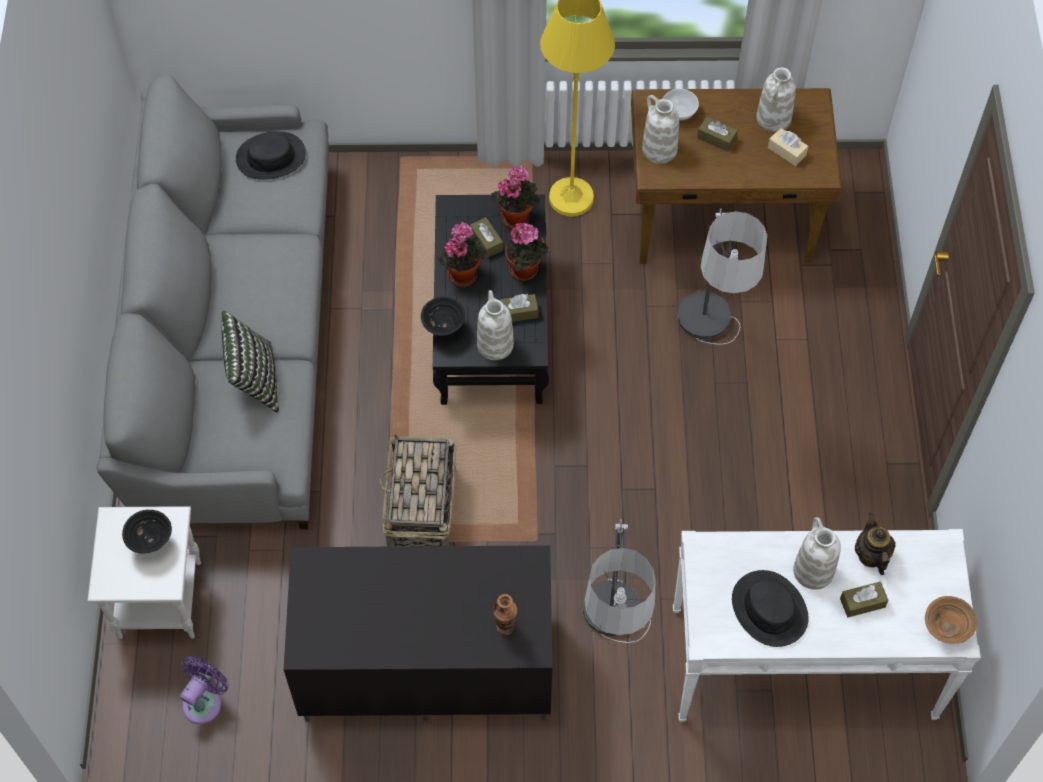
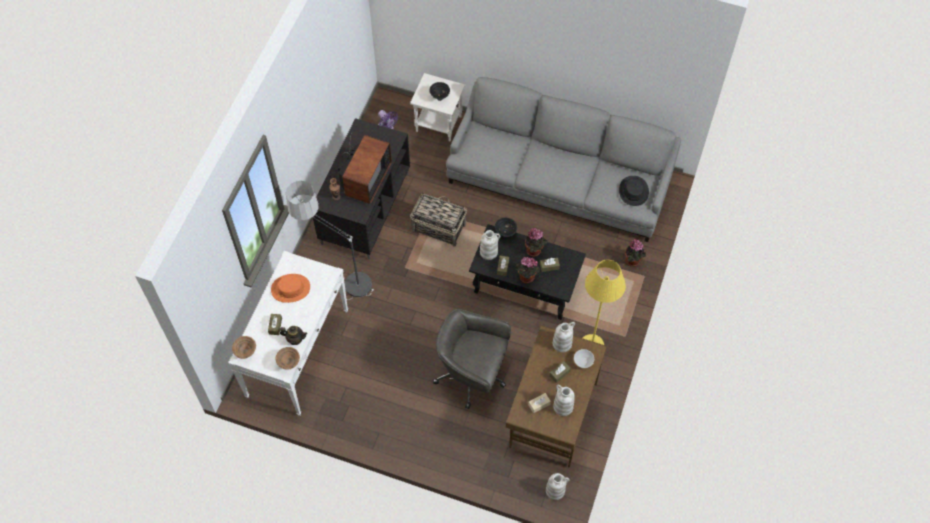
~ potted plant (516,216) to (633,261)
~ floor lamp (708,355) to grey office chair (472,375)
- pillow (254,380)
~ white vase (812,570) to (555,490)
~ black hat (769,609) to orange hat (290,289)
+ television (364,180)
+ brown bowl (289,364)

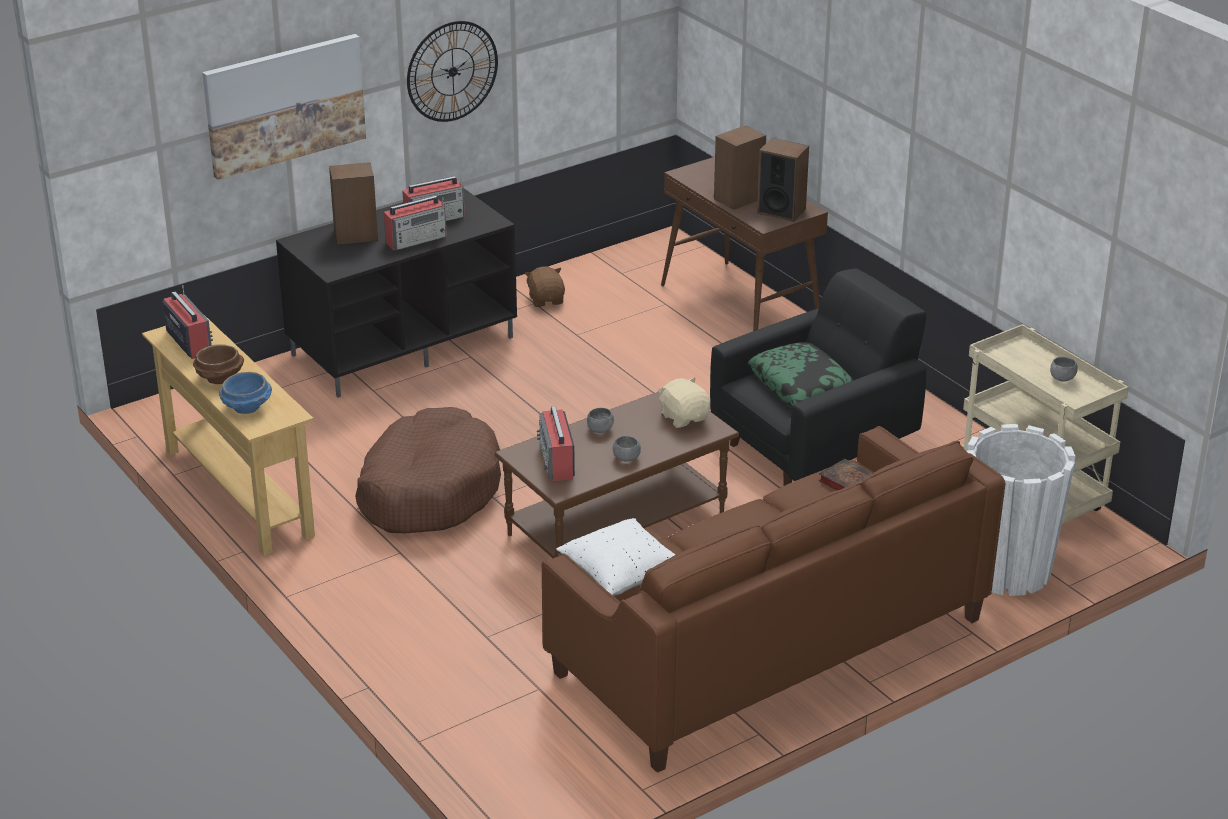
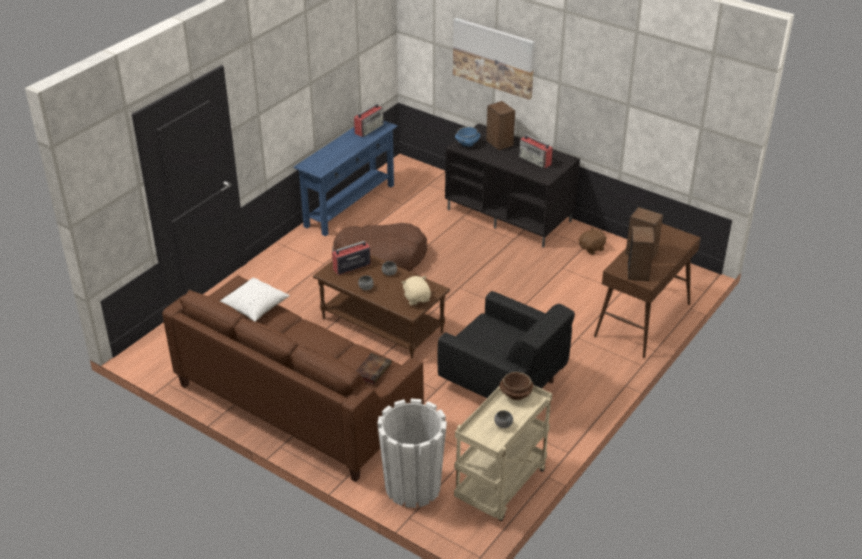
- wall clock (452,71)
- radio (417,239)
~ beige console table (237,492) to blue console table (349,205)
- pillow (802,386)
~ brown bowl (219,379) to (515,395)
~ blue bowl (247,407) to (467,144)
~ beige plush toy (684,417) = (417,298) 60 degrees counterclockwise

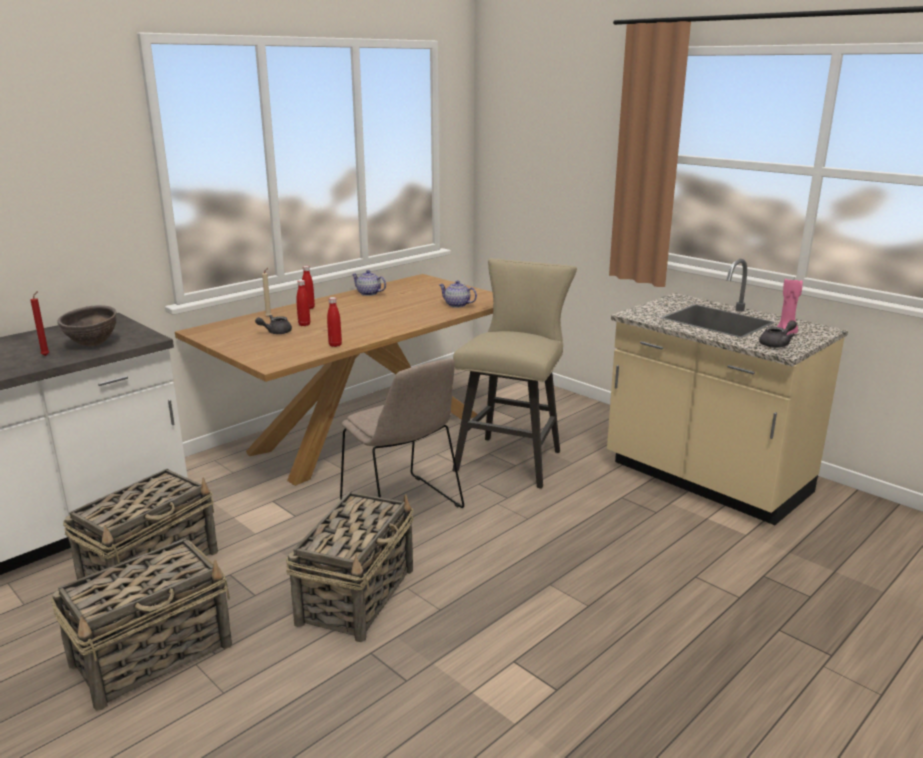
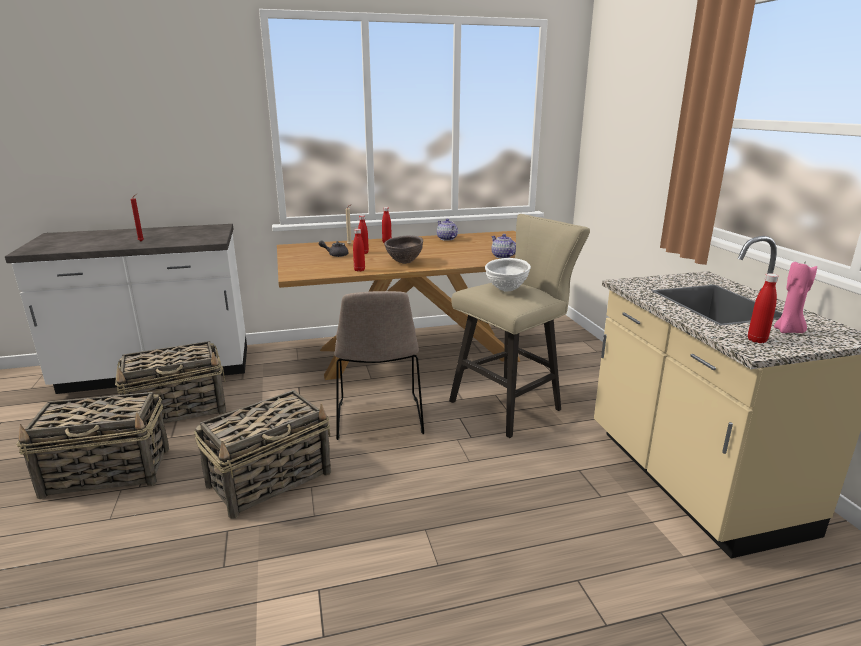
~ brown bowl (92,345) to (404,263)
~ grey teapot (777,344) to red bottle (757,340)
+ white bowl (506,290)

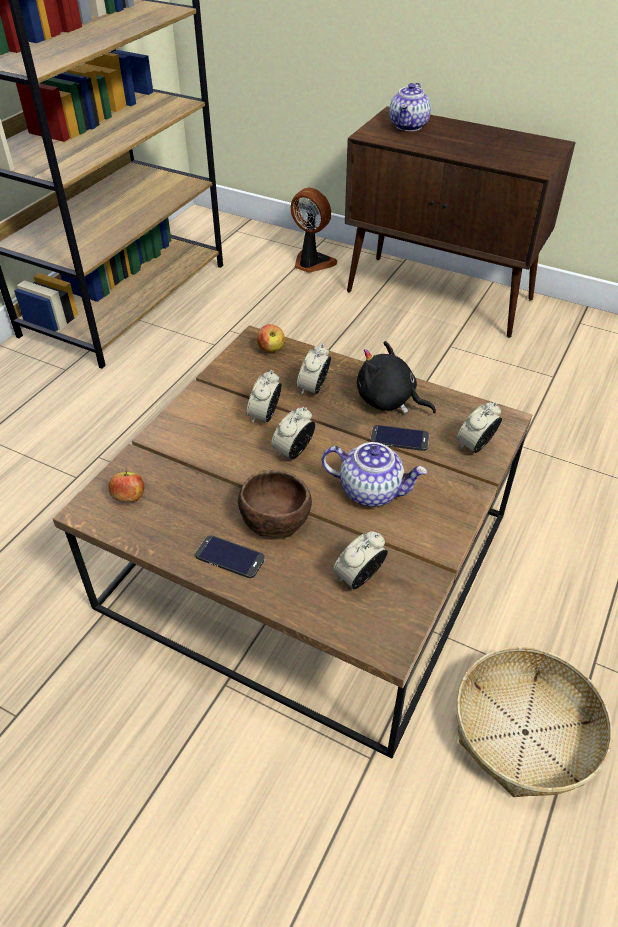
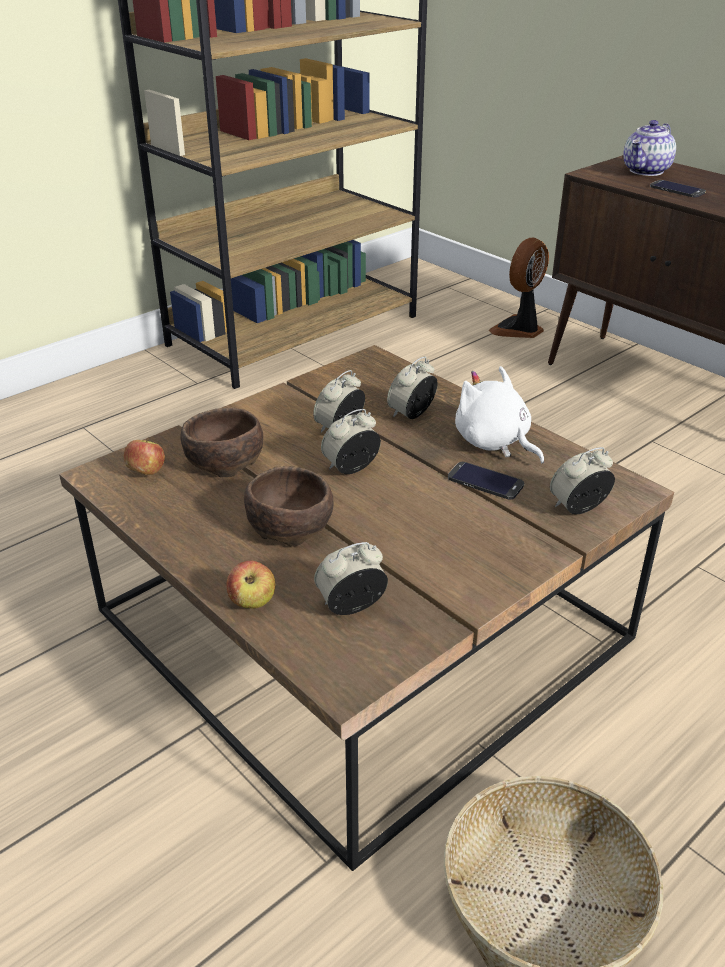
~ fan (311,263) = (519,330) 105 degrees counterclockwise
~ apple (271,349) to (252,602)
~ black plush toy (389,401) to white plush toy (494,443)
- teapot (371,491)
~ phone (230,557) to (677,189)
+ brown bowl (223,461)

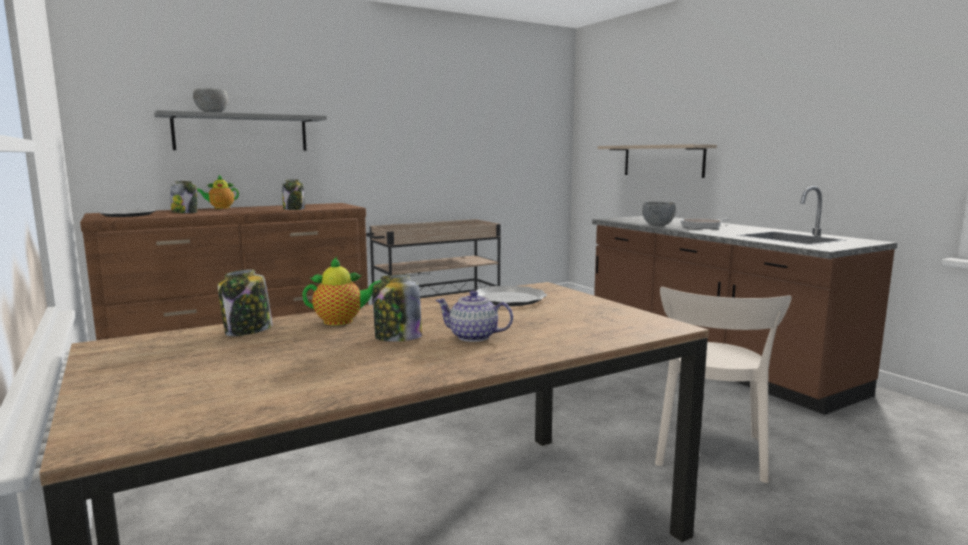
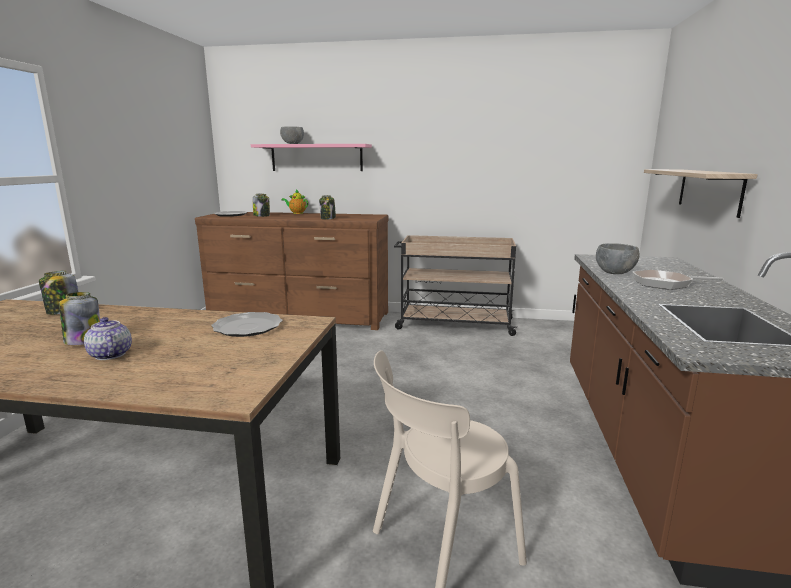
~ grey shelf (241,132) to pink shelf (316,157)
- teapot (342,321)

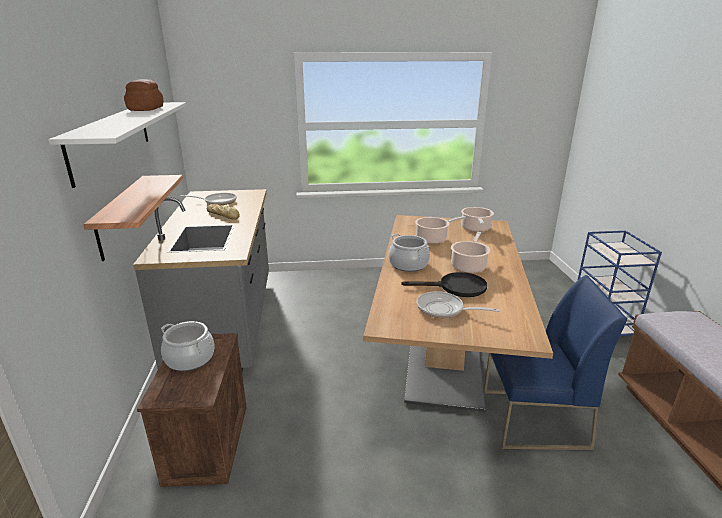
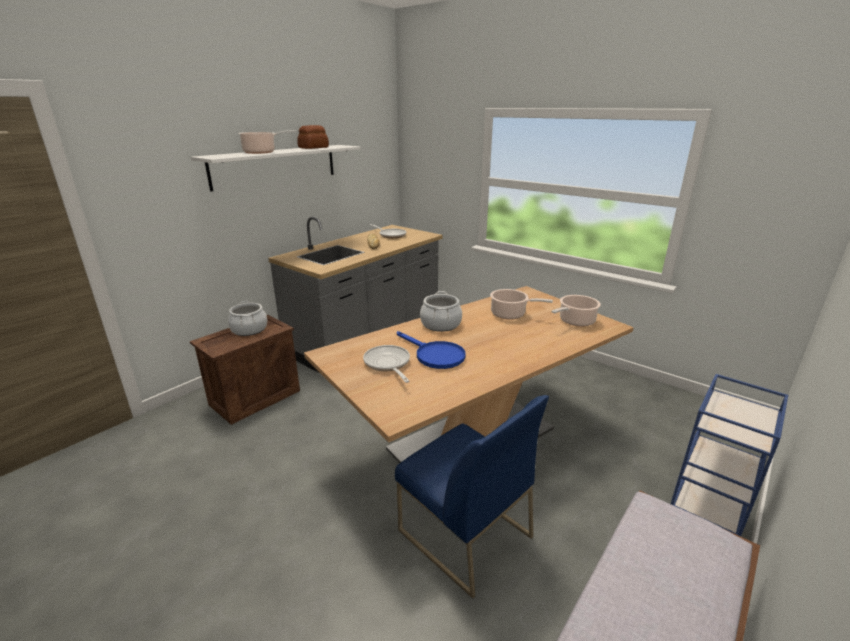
- shelf (121,216)
~ cooking pot (469,266) to (262,152)
~ black frying pan (456,288) to blue frying pan (434,355)

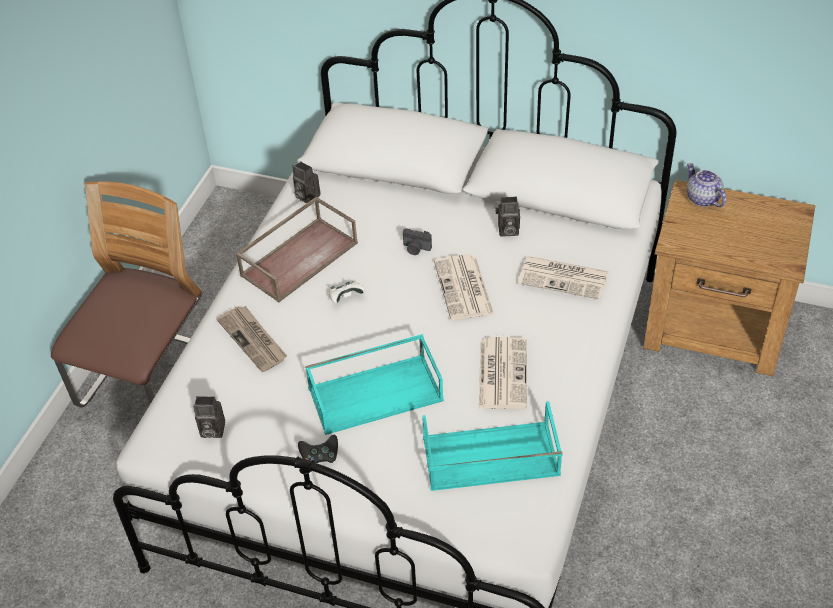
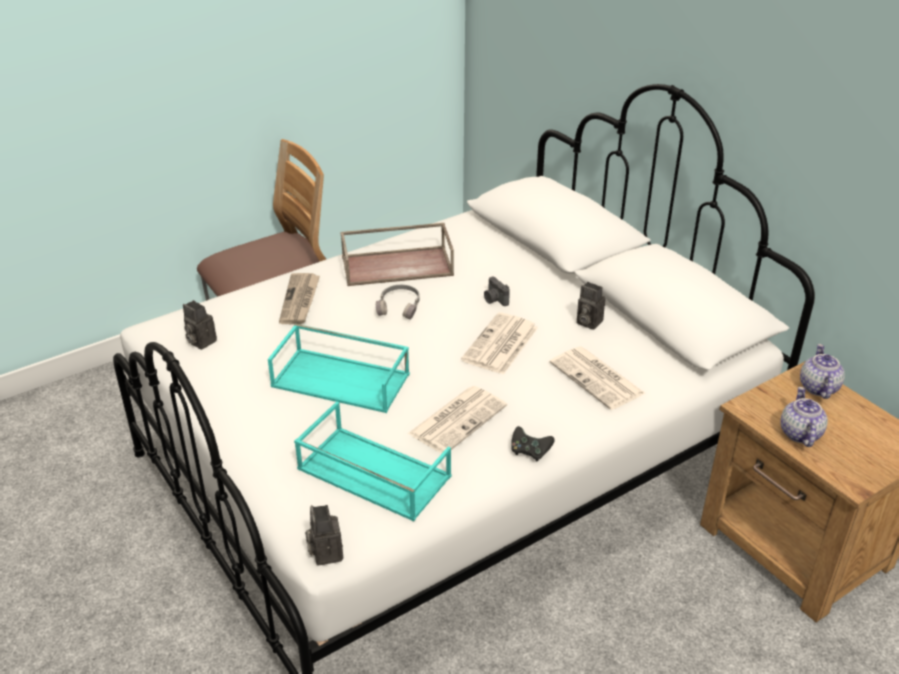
~ photo camera (306,196) to (325,552)
~ white game controller (346,298) to grey headphones (400,306)
~ black game controller (320,457) to (529,451)
+ teapot (799,433)

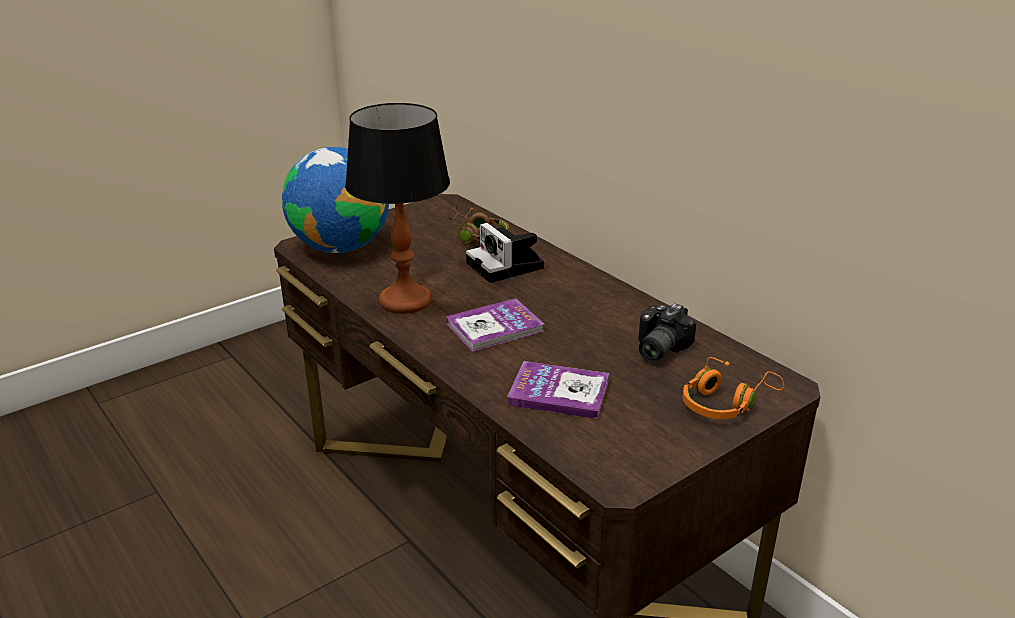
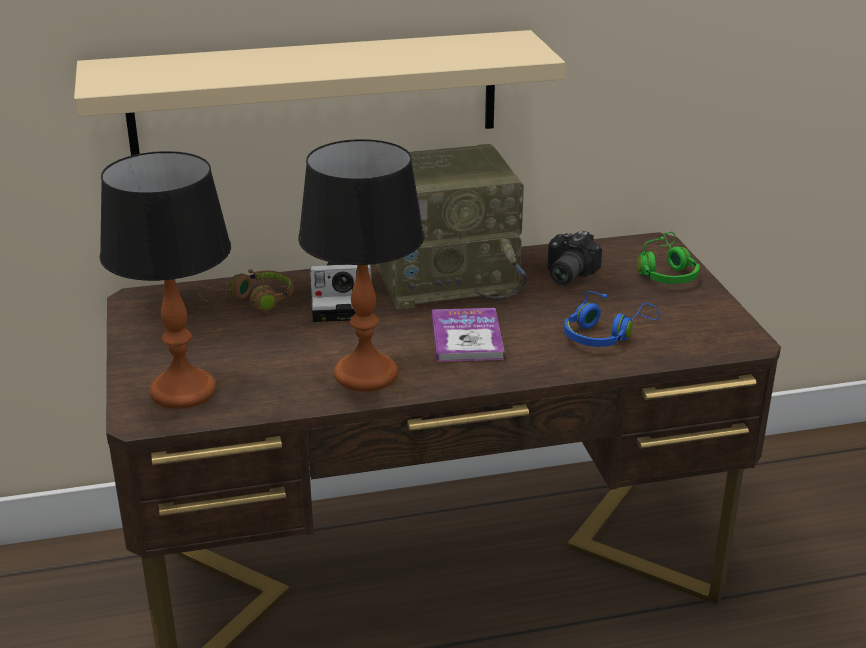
~ globe (340,247) to table lamp (182,391)
~ photo camera (656,348) = (565,274) 60 degrees clockwise
~ orange headphones (726,403) to green headphones (666,272)
~ book (558,392) to blue headphones (605,335)
+ beige shelf (315,94)
+ radio (447,278)

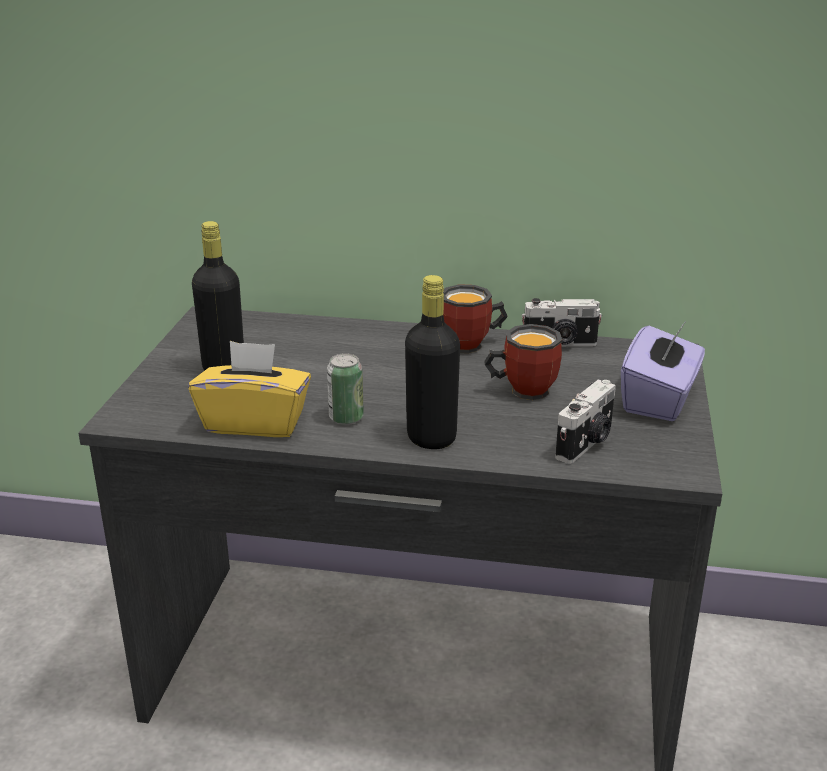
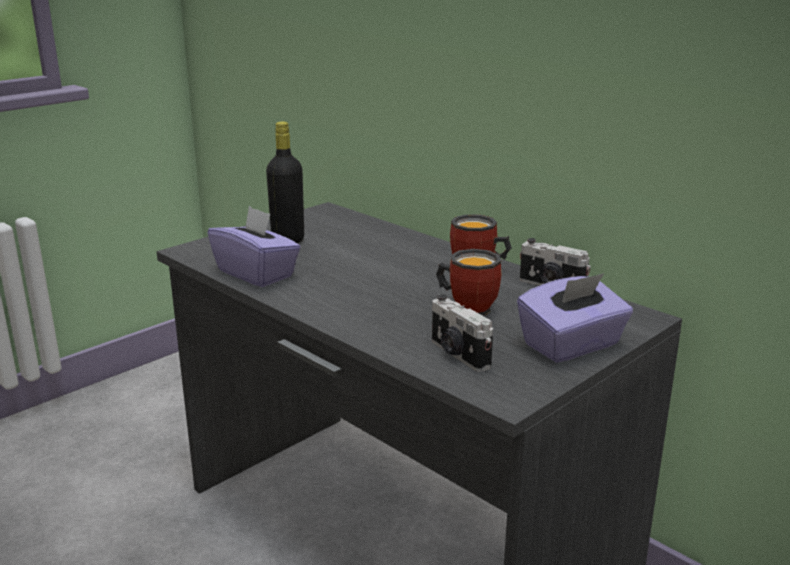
- black bottle (431,438)
~ yellow tissue box (255,422) to purple tissue box (256,273)
- can (346,418)
~ photo camera (586,444) = (458,355) 75 degrees clockwise

